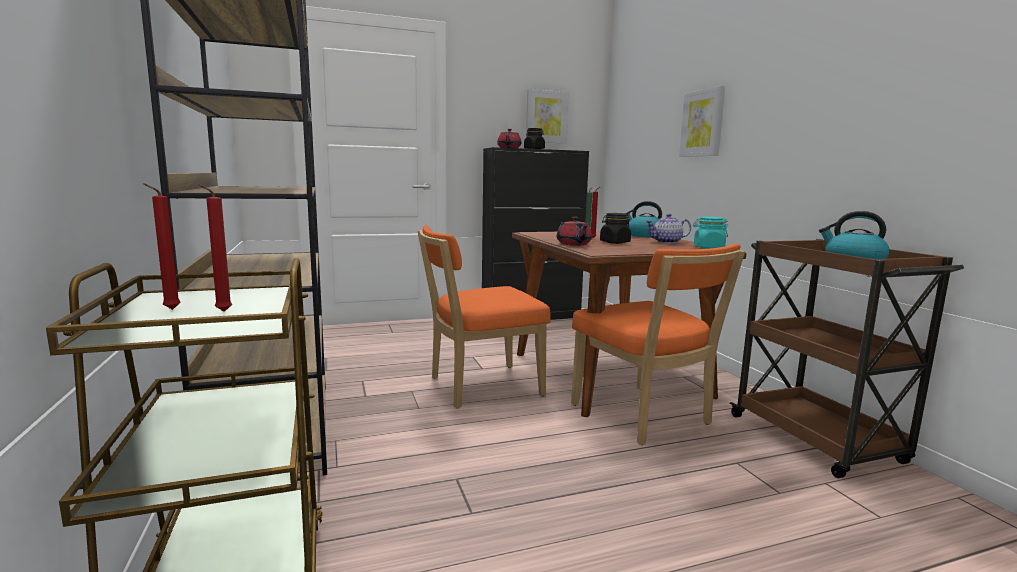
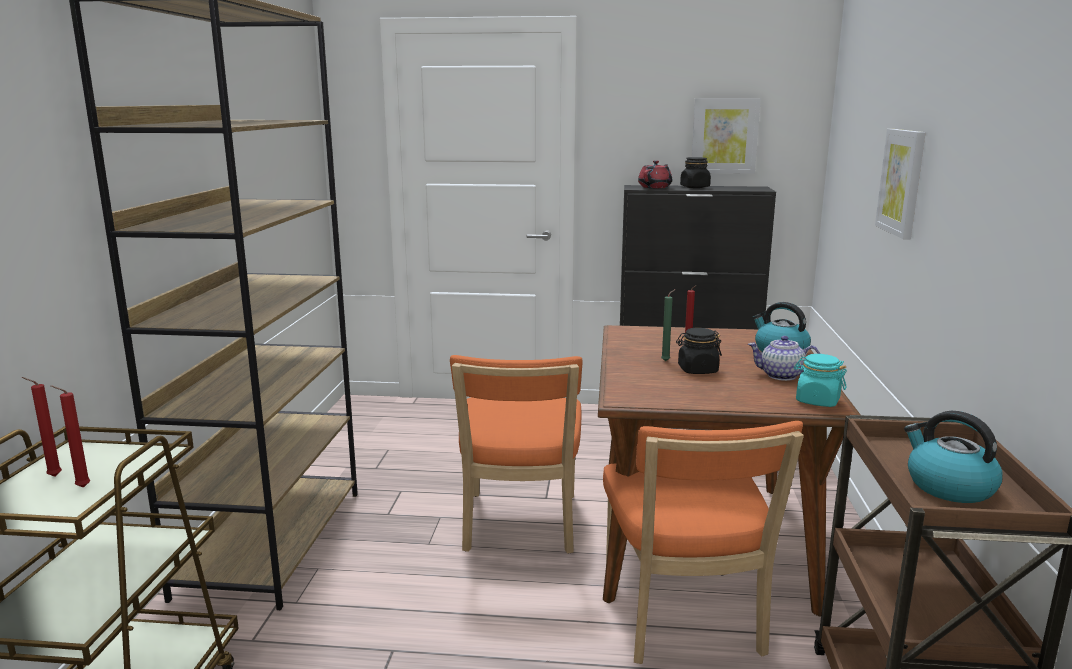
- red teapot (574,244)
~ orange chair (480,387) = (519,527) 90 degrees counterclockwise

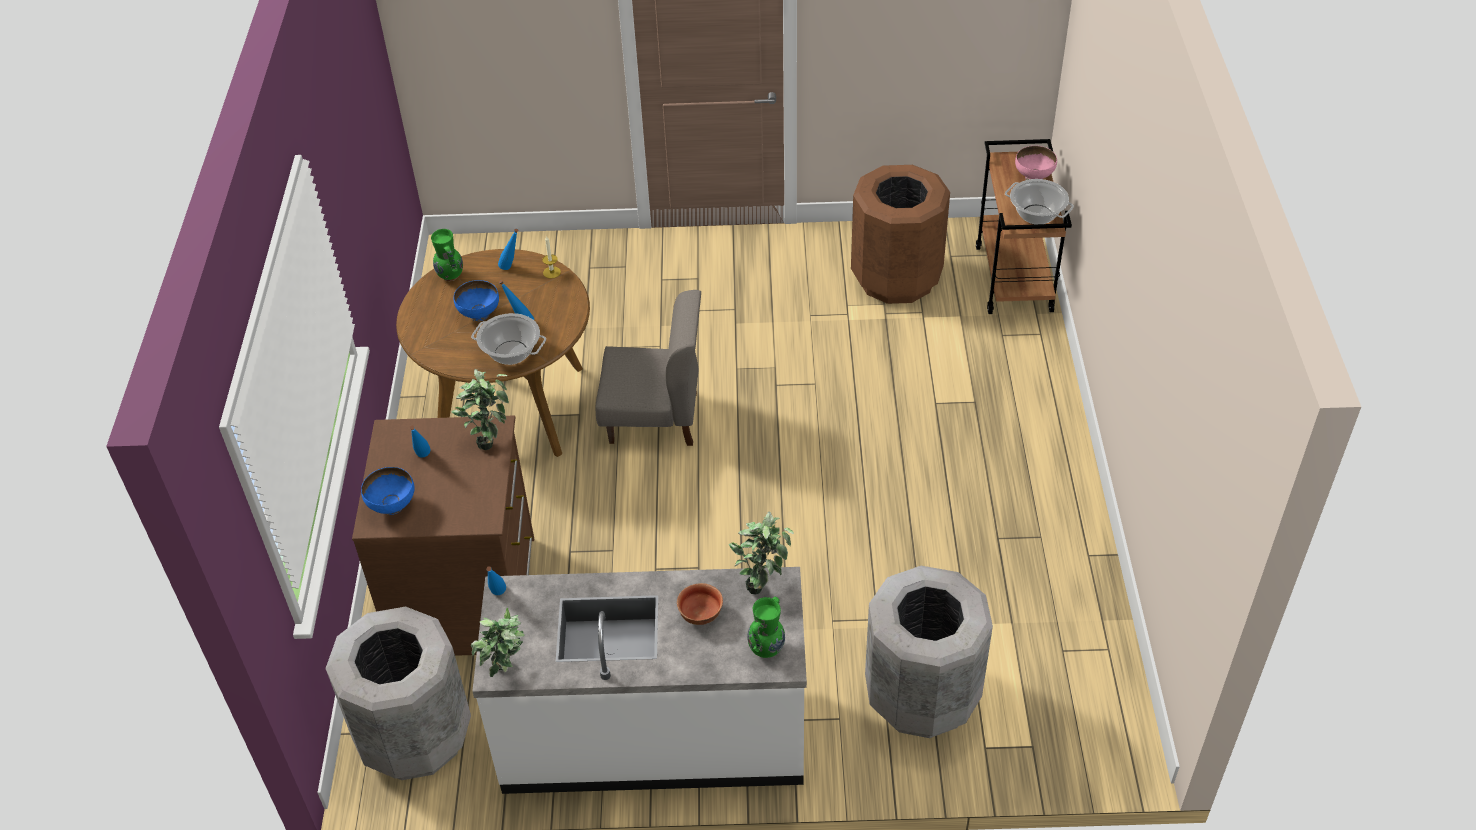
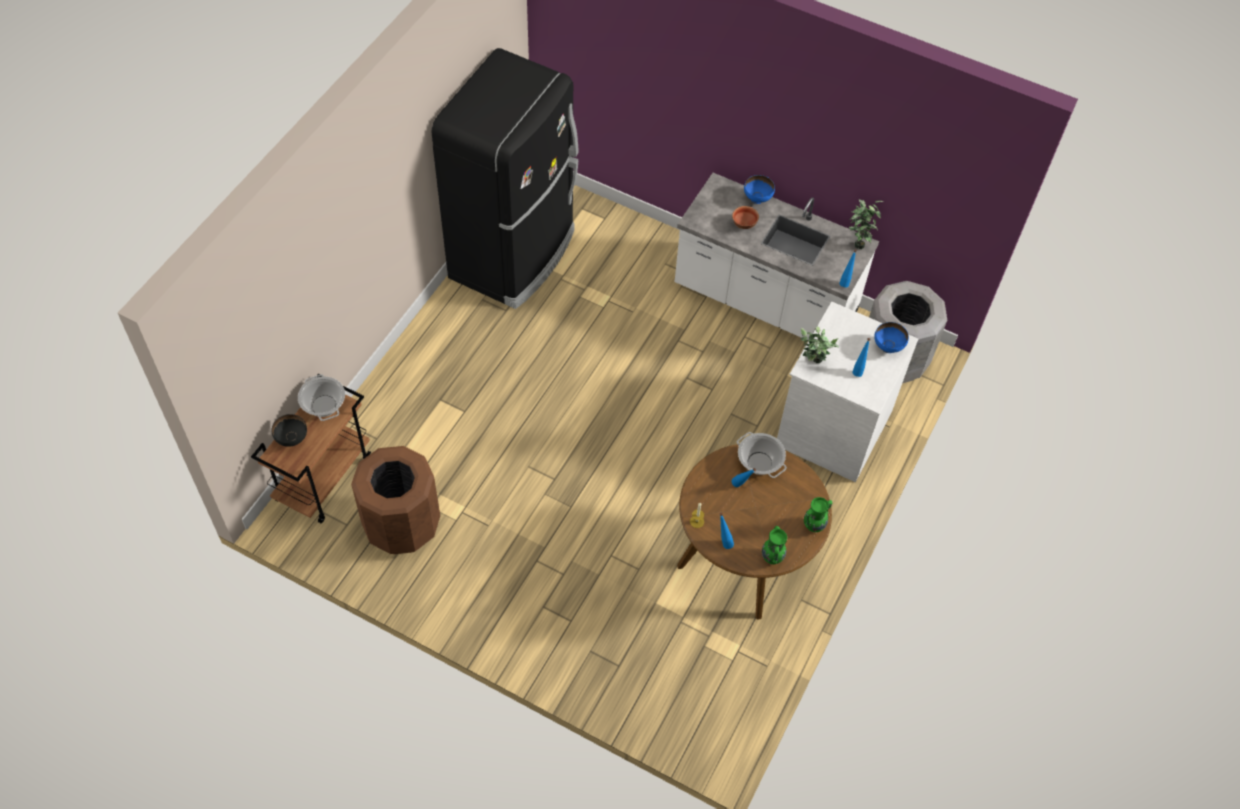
~ pink bowl (1034,177) to black bowl (291,439)
~ blue bowl (479,314) to (757,199)
- grey chair (654,418)
~ brown dresser (467,596) to white dresser (832,427)
- potted plant (762,582)
- grey trash can (922,695)
~ green vase (767,649) to (813,525)
+ black fridge (514,254)

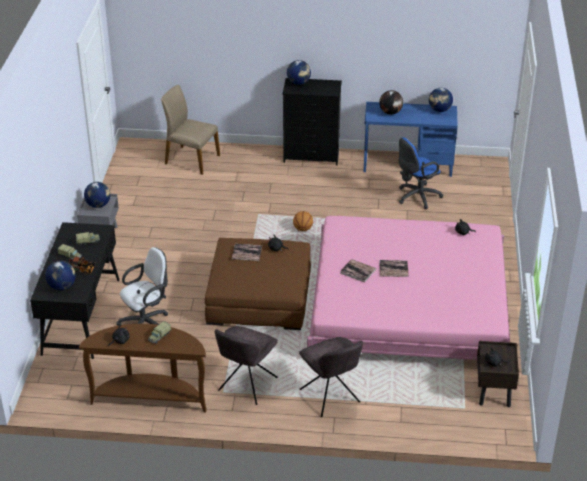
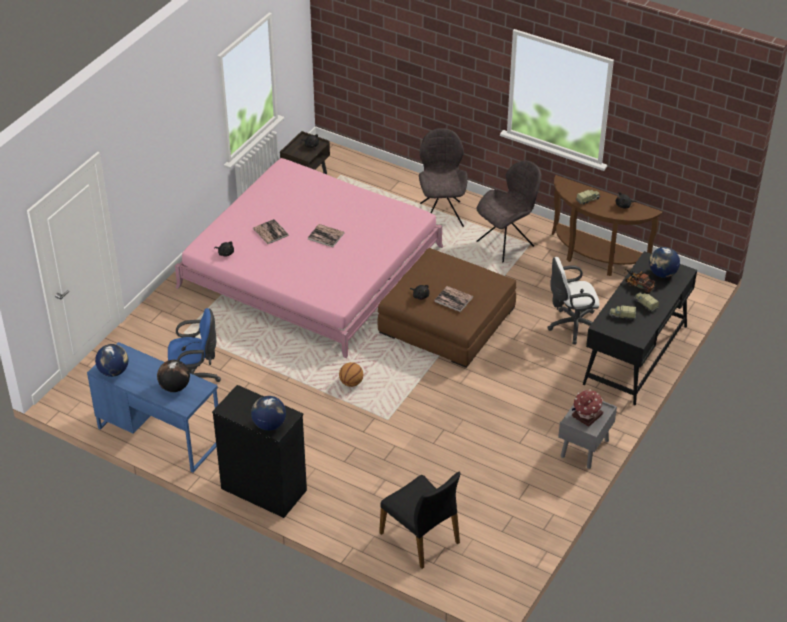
~ beige chair (191,159) to black chair (421,537)
~ globe (98,205) to toy house (586,415)
~ book (358,271) to (270,232)

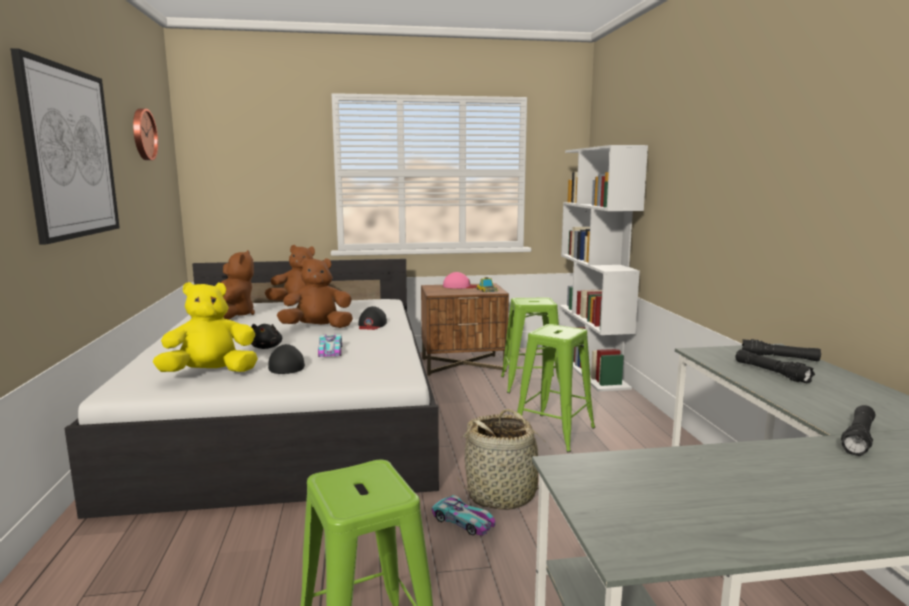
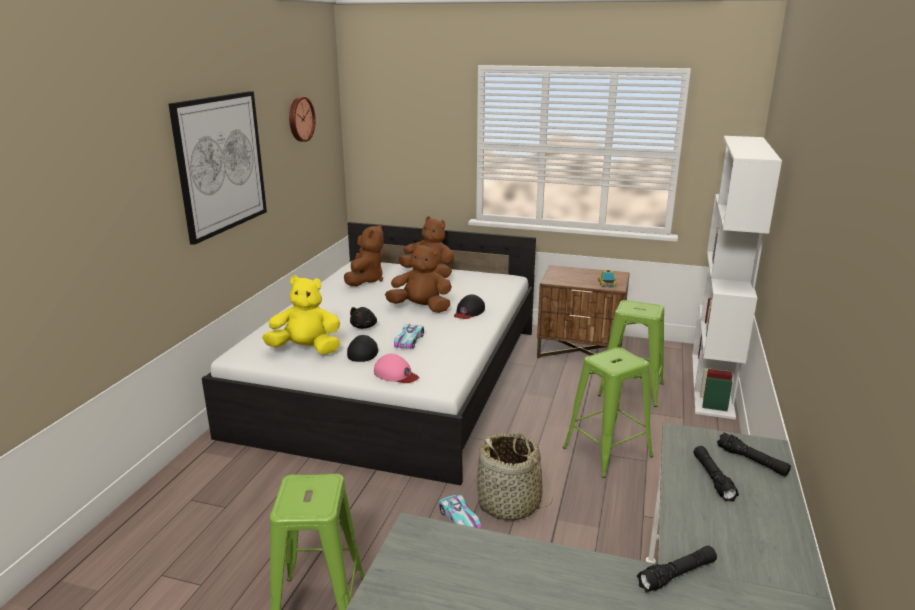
~ pink cap (459,286) to (396,374)

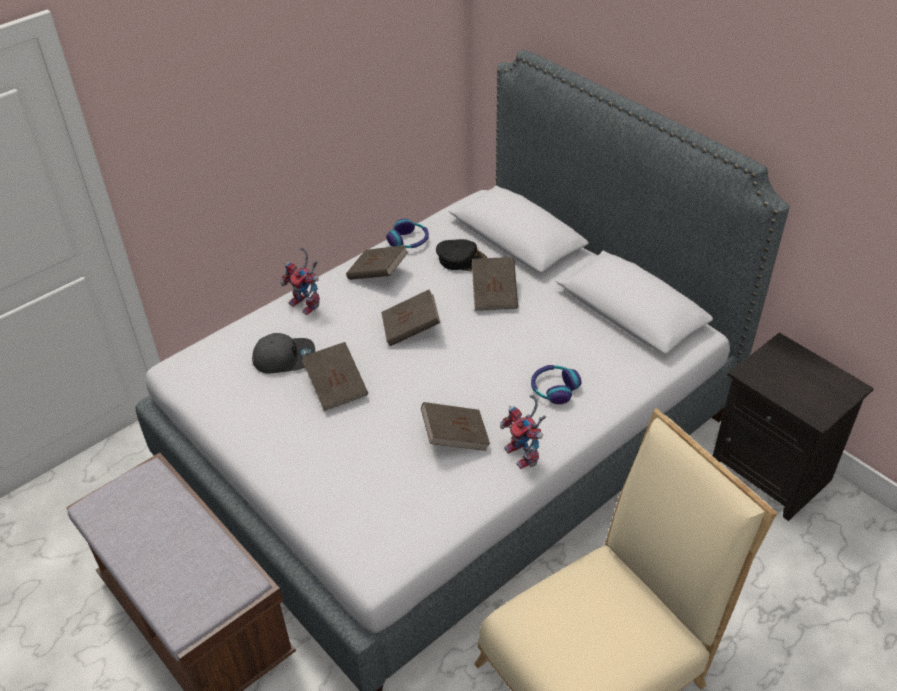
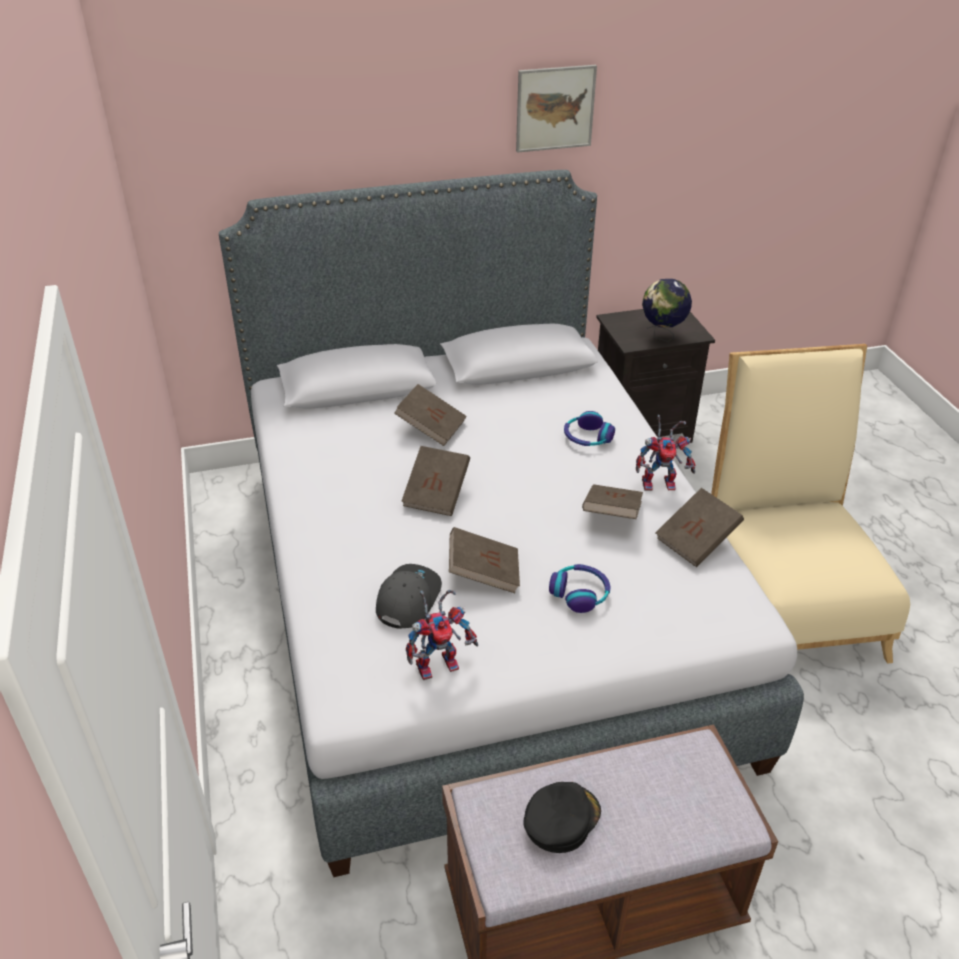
~ headphones (409,241) to (580,593)
~ black cap (462,259) to (560,819)
~ brown book (378,274) to (696,541)
~ toy robot (307,305) to (439,662)
+ picture (555,108)
+ globe (662,336)

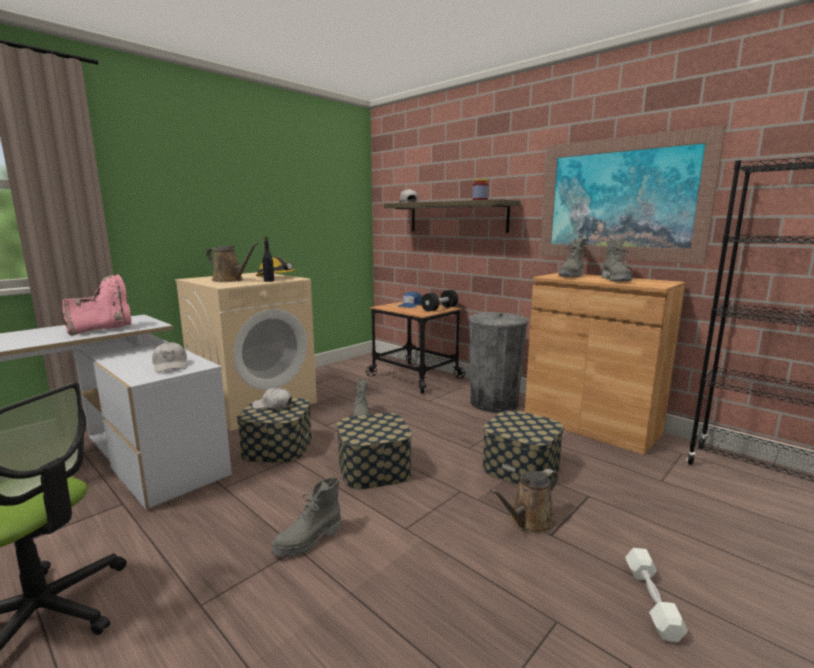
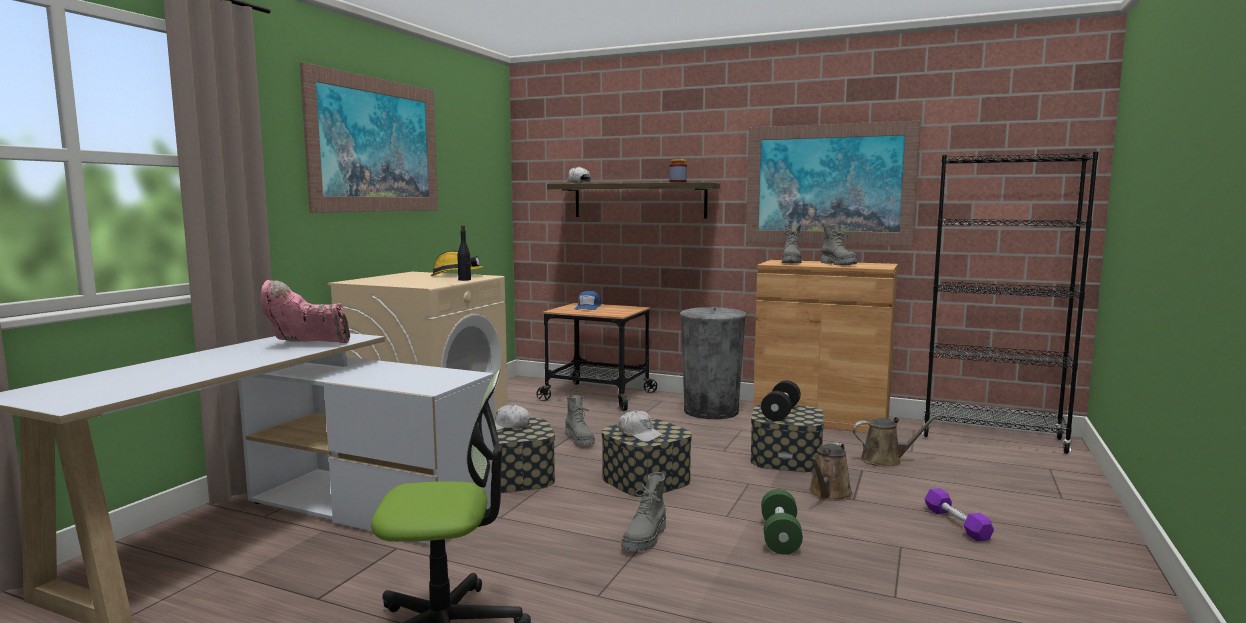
~ brown watering can (230,280) to (885,460)
~ pink boot (103,329) = (307,345) 120 degrees counterclockwise
~ black dumbbell (439,309) to (780,413)
~ white cap (171,365) to (640,434)
~ white dumbbell (651,601) to purple dumbbell (956,523)
+ picture (376,145)
+ green dumbbell (780,537)

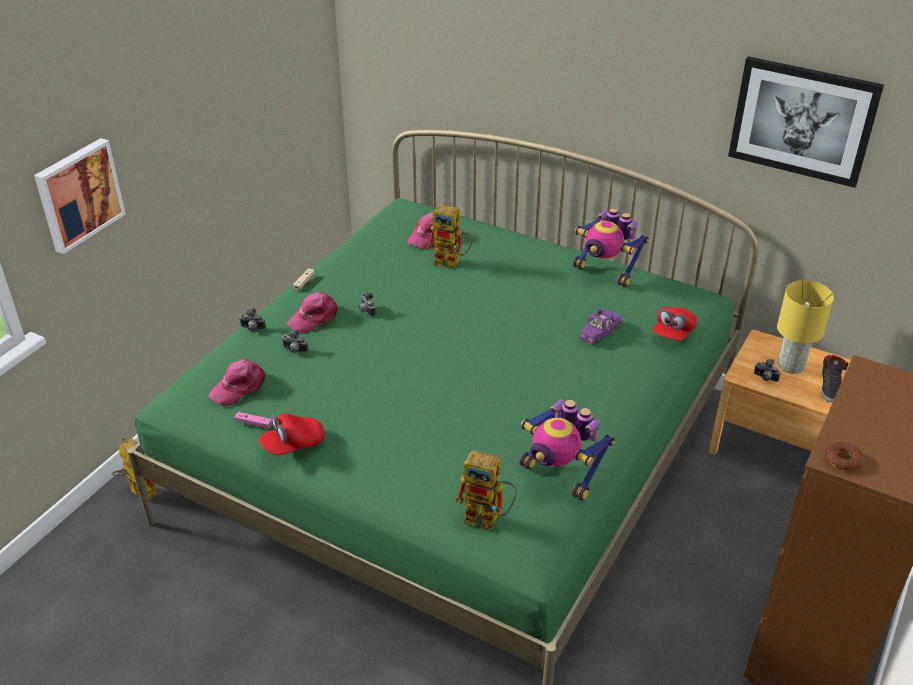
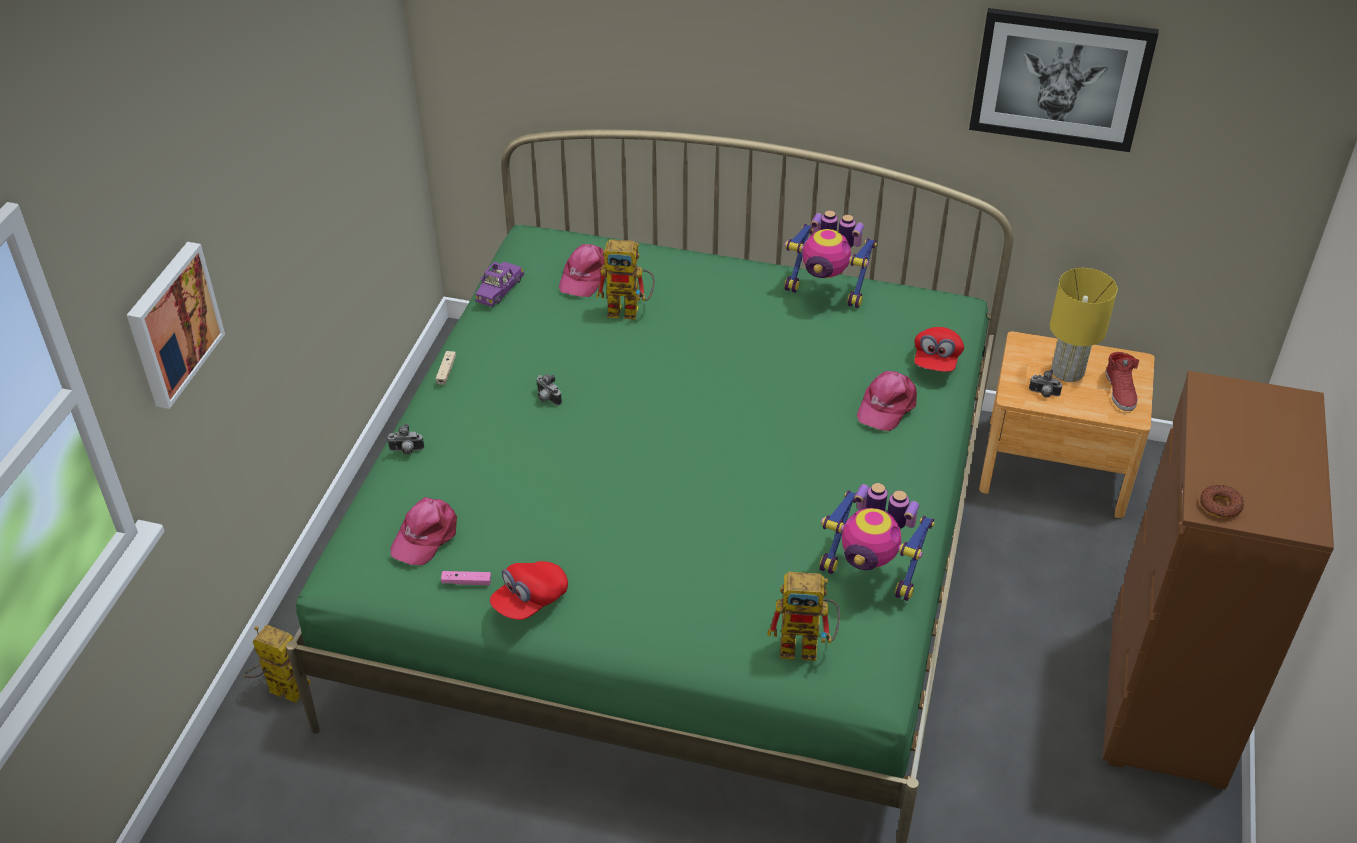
~ pink cap (314,317) to (886,406)
~ purple toy car (600,332) to (499,290)
- photo camera (294,350)
~ black shoe (830,387) to red shoe (1120,391)

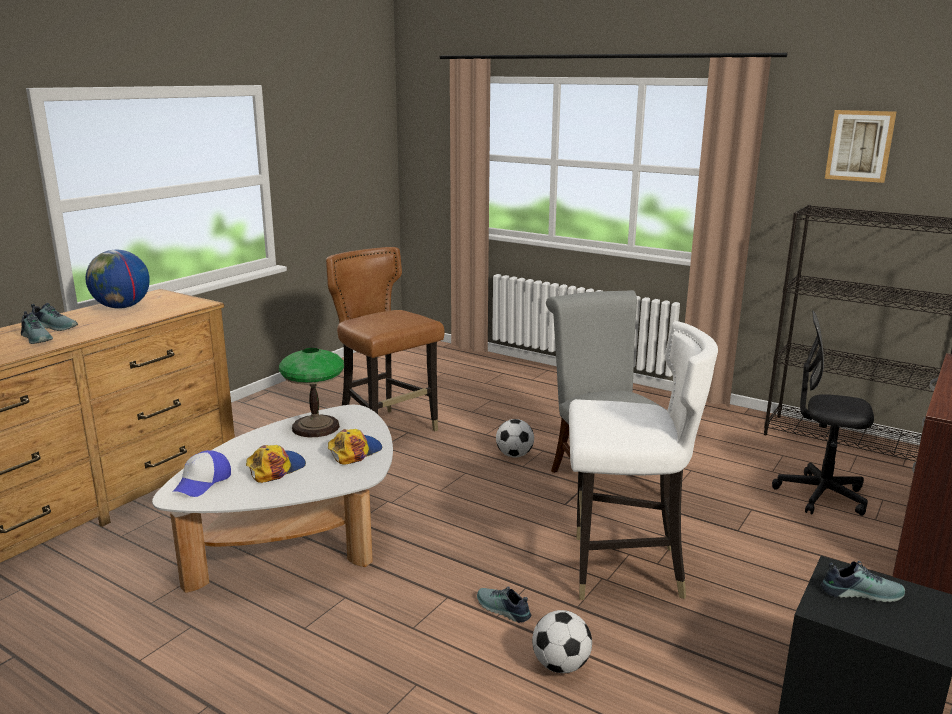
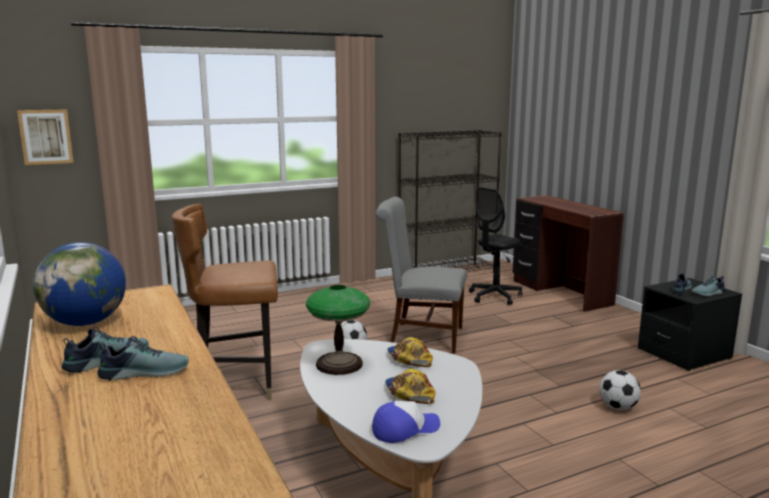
~ picture (860,145) to (46,137)
- white chair (624,569)
~ cap (202,482) = (405,429) 75 degrees counterclockwise
~ shoe (502,610) to (708,293)

